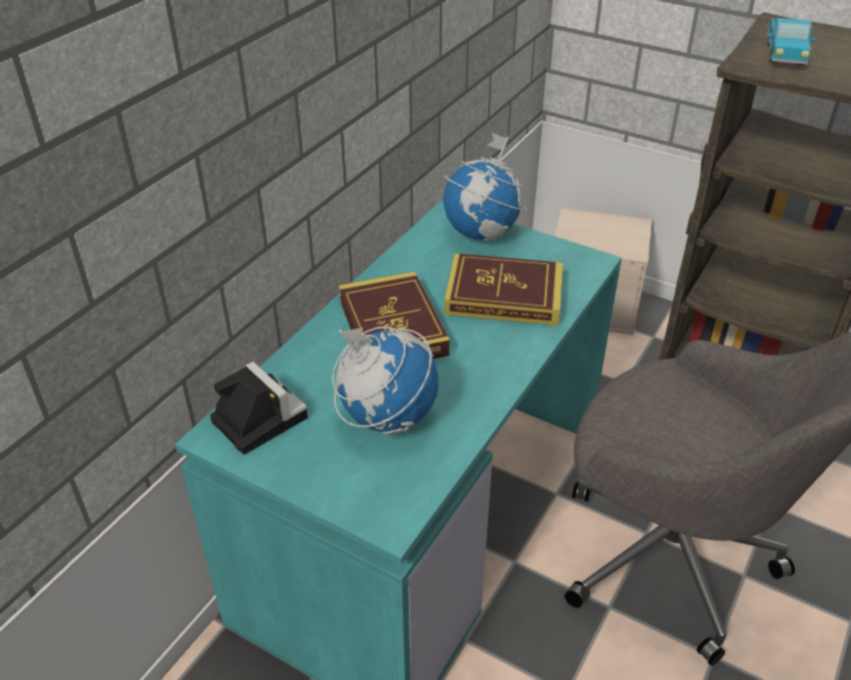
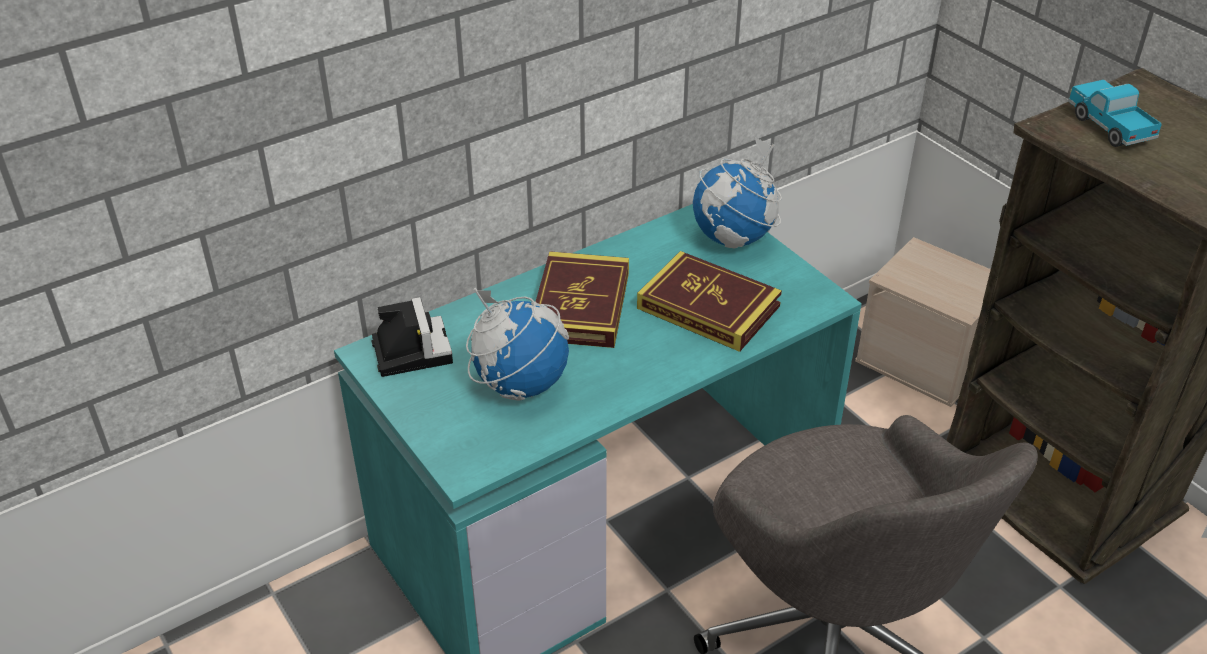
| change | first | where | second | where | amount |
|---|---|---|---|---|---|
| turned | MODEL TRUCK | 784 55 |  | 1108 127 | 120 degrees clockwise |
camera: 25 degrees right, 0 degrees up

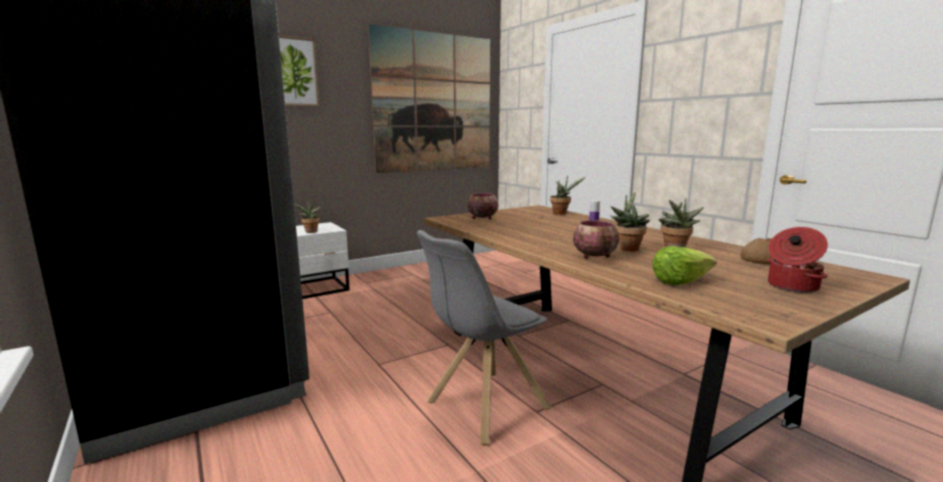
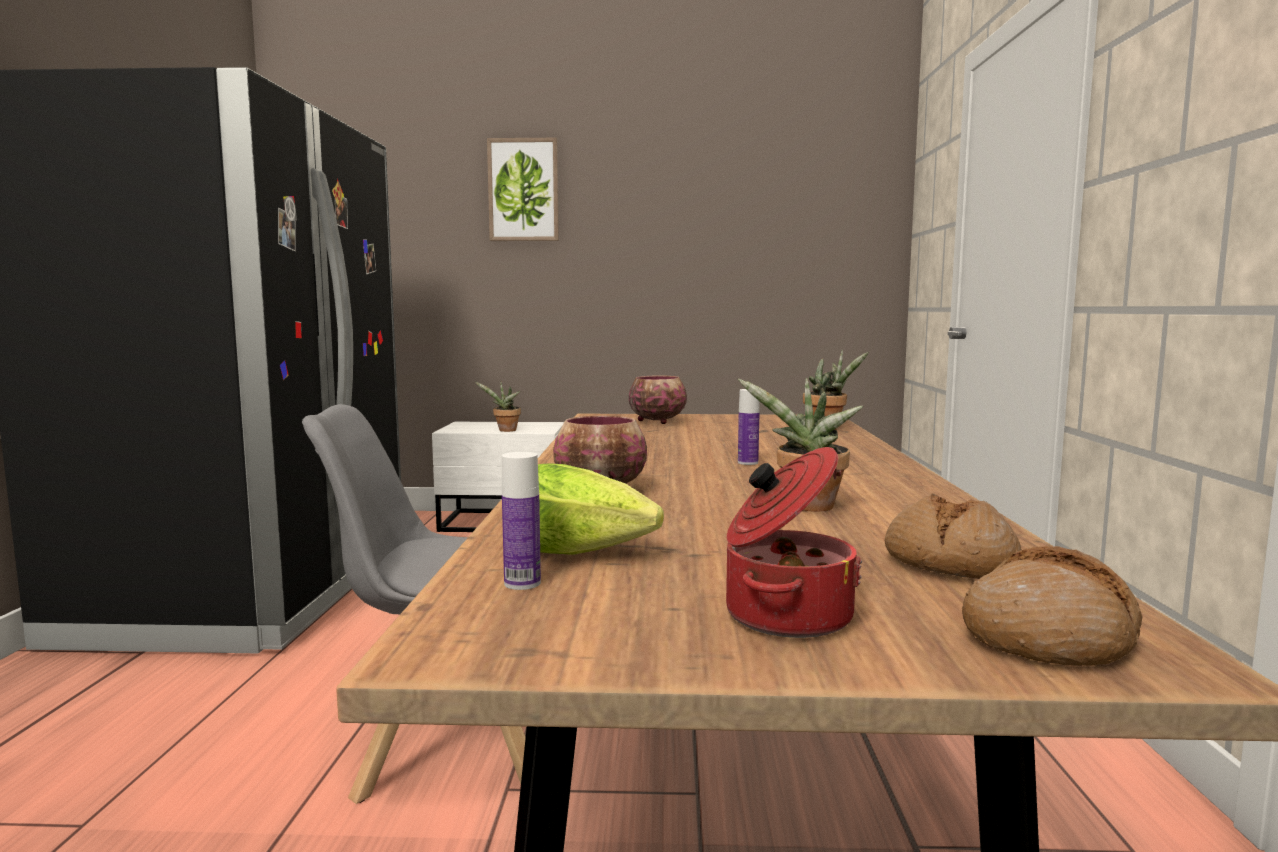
| change | first | where | second | where | amount |
|---|---|---|---|---|---|
| removed | WALL PICTURE | 434 103 |  |  |  |
| removed | POTTED PLANT | 627 248 |  |  |  |
| added |  |  | BOTTLE | 522 583 |  |
| added |  |  | BAKERY BREAD | 1048 637 |  |
camera: 35 degrees right, 5 degrees down

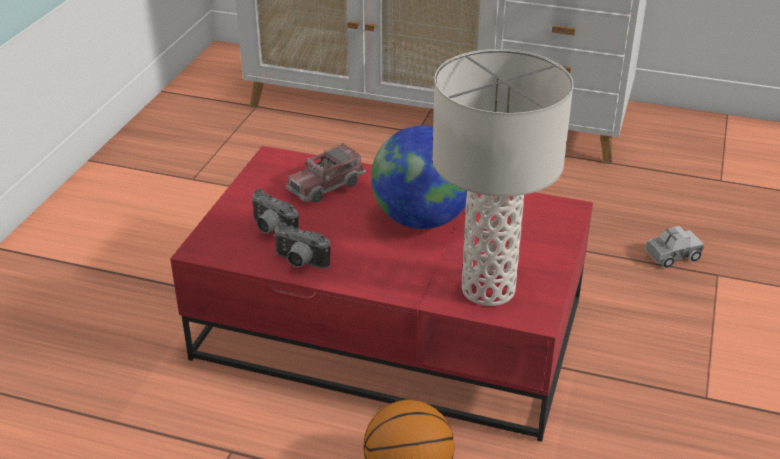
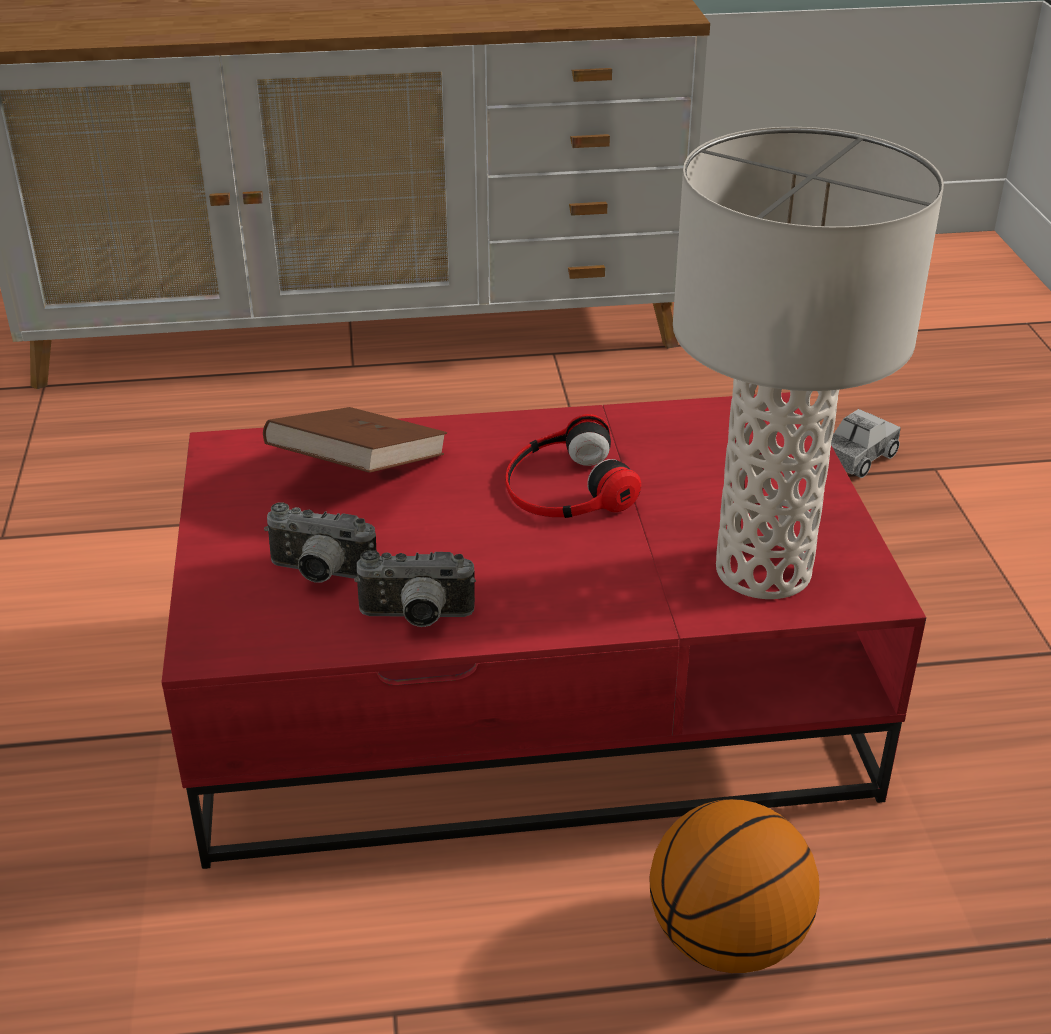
| change | first | where | second | where | amount |
|---|---|---|---|---|---|
| replaced | MODEL TRUCK | 326 186 | BROWN BOUND BOOK | 360 472 |  |
| replaced | DESK GLOBE | 421 219 | HEADSET | 566 486 |  |
camera: 25 degrees left, 0 degrees up

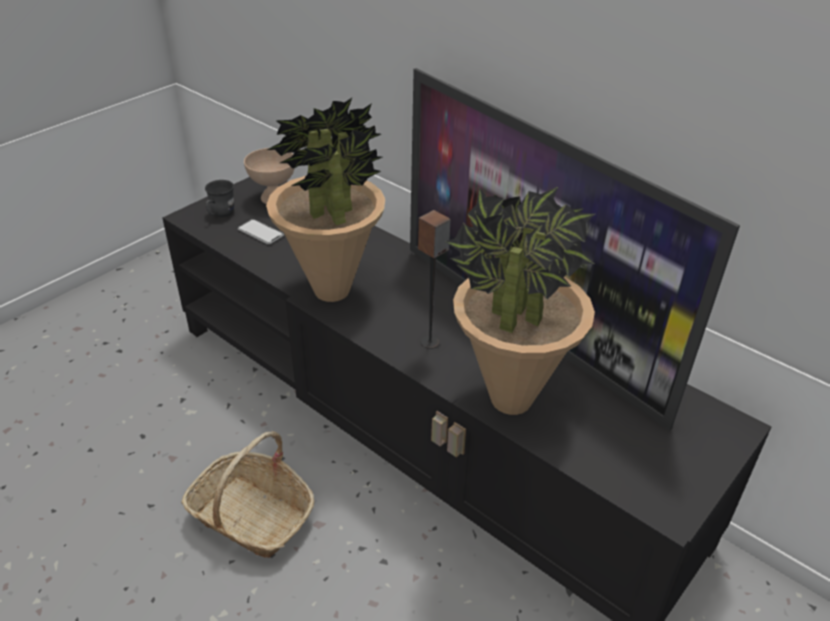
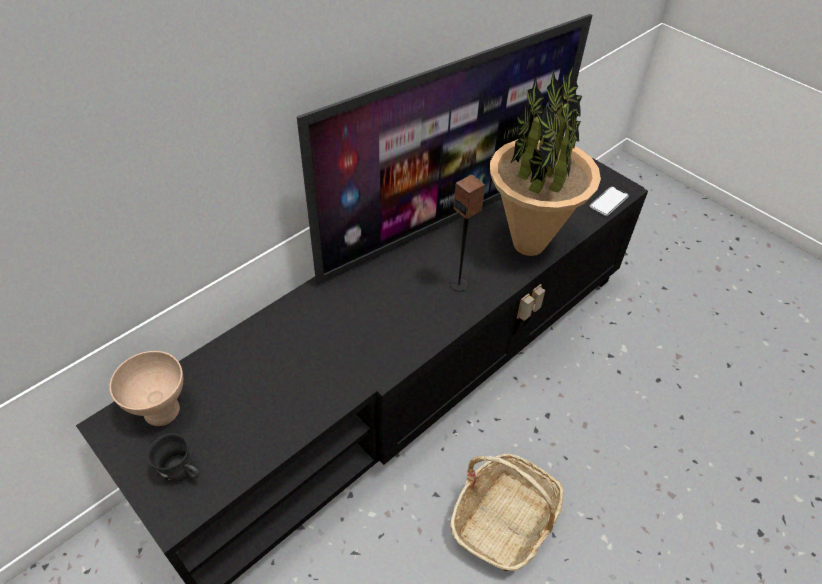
| change | first | where | second | where | amount |
|---|---|---|---|---|---|
| moved | HANDSET | 260 232 |  | 608 201 |  |
| removed | POTTED PLANT | 332 290 |  |  |  |
camera: 85 degrees left, 10 degrees up

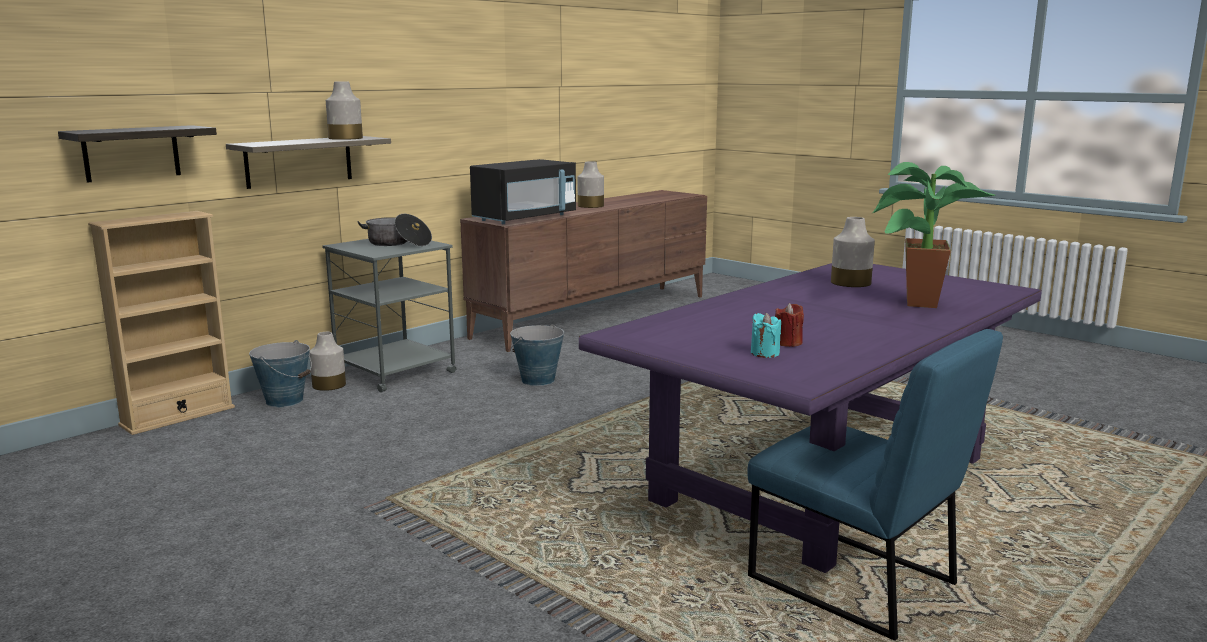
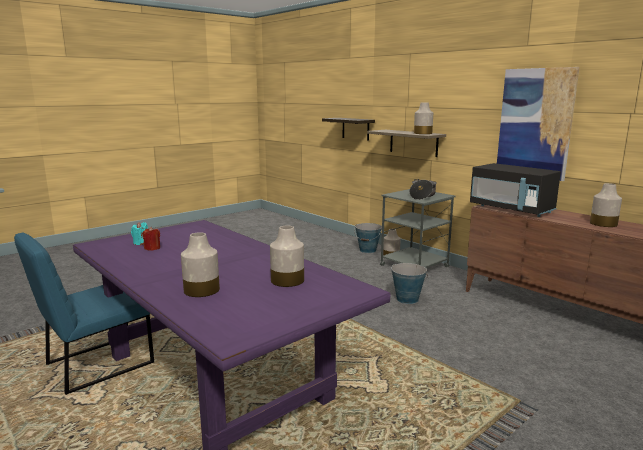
| change | first | where | second | where | amount |
|---|---|---|---|---|---|
| removed | BEIGE-COLOURED BOOKCASE | 178 416 |  |  |  |
| replaced | POTTED PLANT | 917 305 | BEIGE-COLOURED DECORATIVE VASE | 201 289 |  |
| added |  |  | WALL PICTURE | 535 123 |  |
camera: 95 degrees right, 0 degrees up

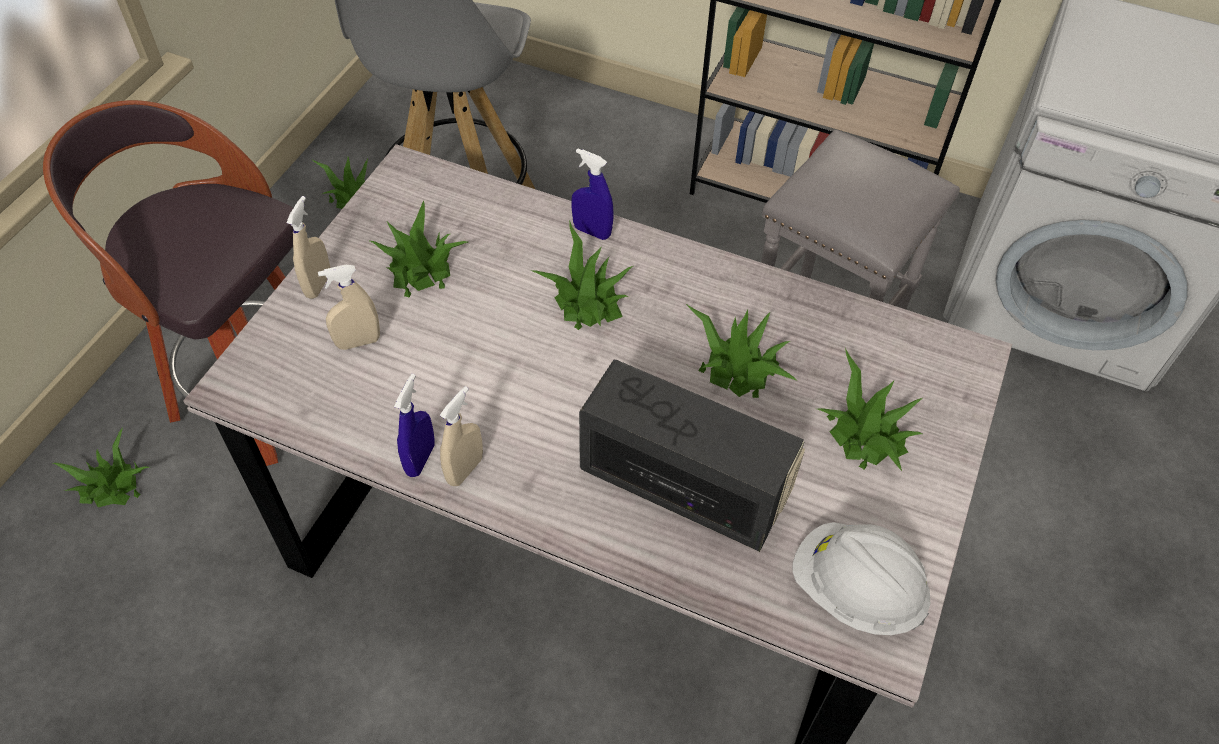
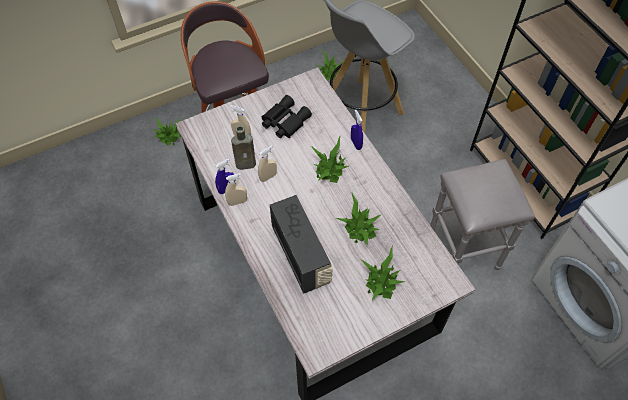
| change | first | where | second | where | amount |
|---|---|---|---|---|---|
| moved | BEIGE-COLOURED HAND SPRAYER | 318 285 |  | 268 177 |  |
| replaced | POTTED PLANT | 419 268 | BLACK FIELD GLASSES | 284 121 |  |
| removed | WHITE WORK HELMET | 855 591 |  |  |  |
| added |  |  | BROWN BOTTLE | 247 164 |  |
camera: 40 degrees right, 5 degrees up

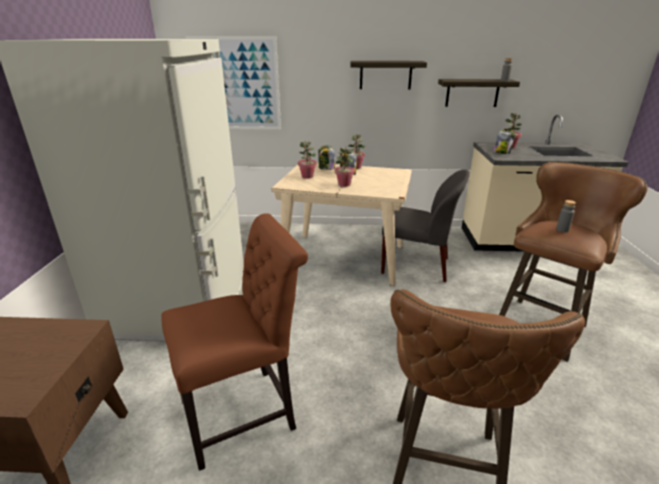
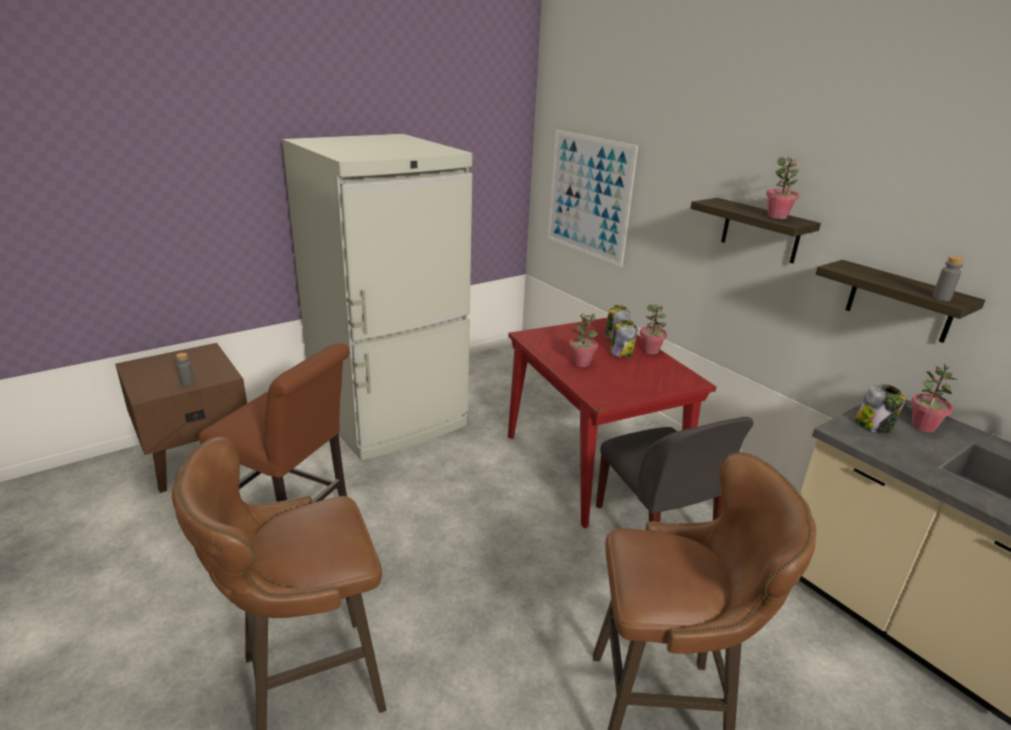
| change | first | where | second | where | amount |
|---|---|---|---|---|---|
| recoloured | BEIGE-COLOURED DINNER TABLE | 345 258 | RED-COLOURED DINNER TABLE | 592 465 |  |
| moved | POTTED PLANT | 307 176 |  | 777 217 |  |
| moved | GREYISH BOTTLE | 562 230 |  | 187 383 |  |
camera: 50 degrees right, 0 degrees up

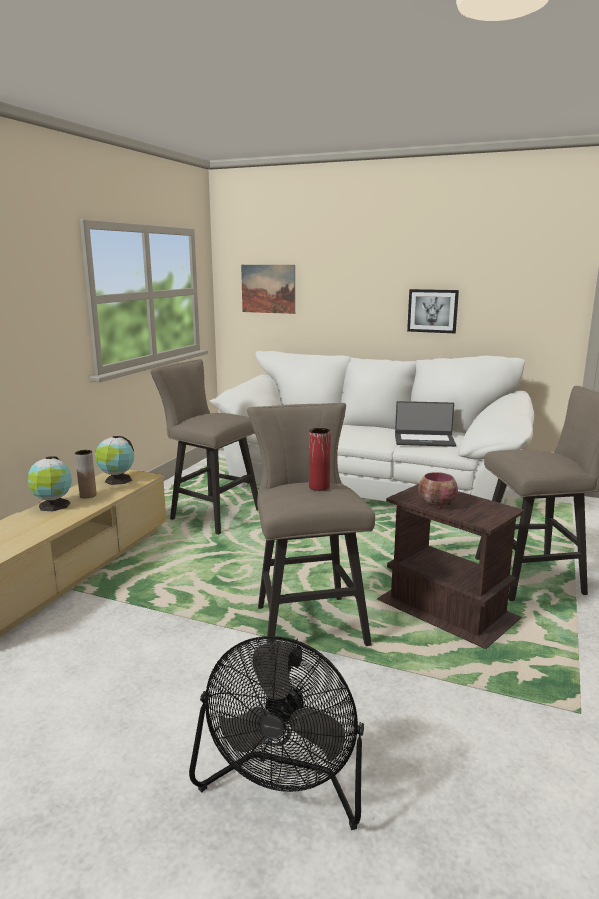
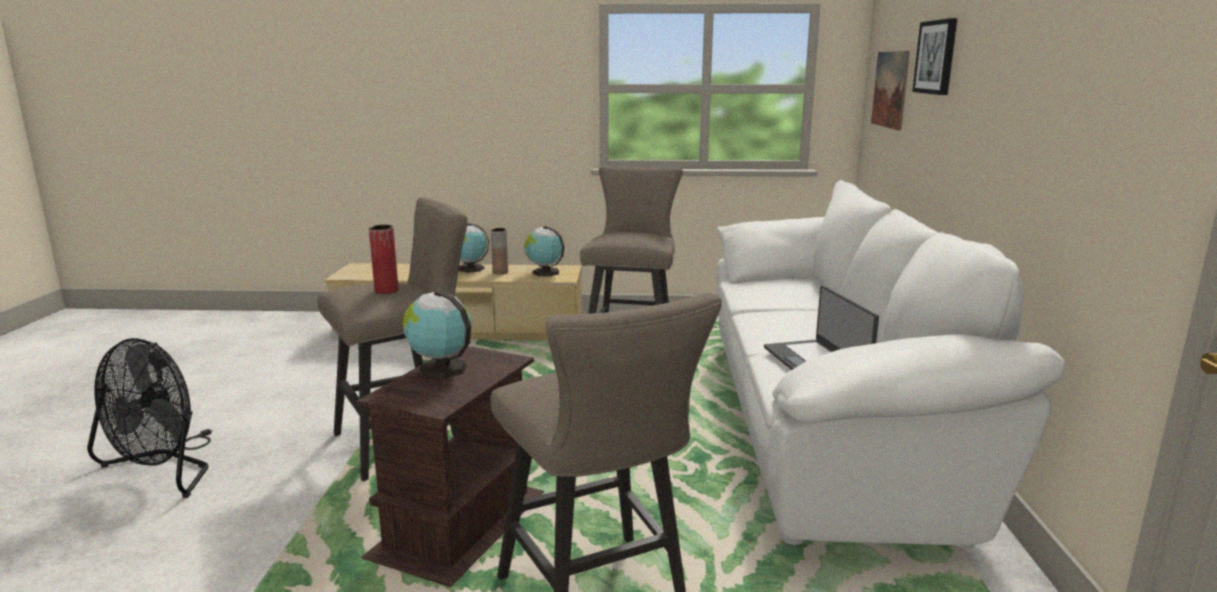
| change | first | where | second | where | amount |
|---|---|---|---|---|---|
| turned | BLACK FAN | 279 780 |  | 165 468 | 60 degrees counterclockwise |
| moved | WALL PICTURE | 432 311 |  | 936 57 |  |
| replaced | SERVING BOWL | 437 505 | DESK GLOBE | 440 369 |  |
camera: 70 degrees right, 0 degrees up

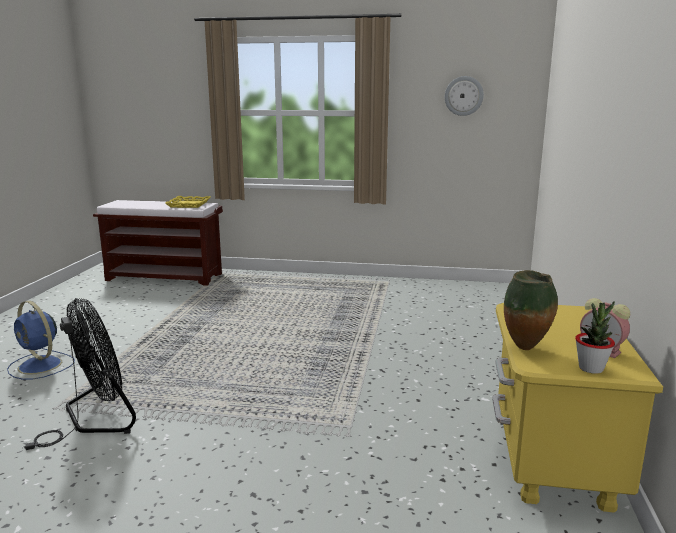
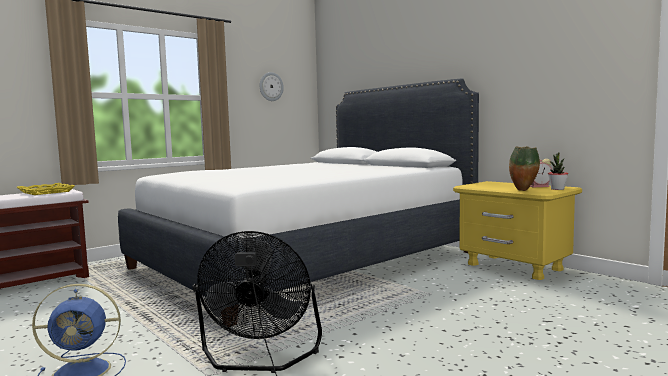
| change | first | where | second | where | amount |
|---|---|---|---|---|---|
| added |  |  | WHITE BED | 306 260 |  |
camera: 50 degrees left, 10 degrees down

